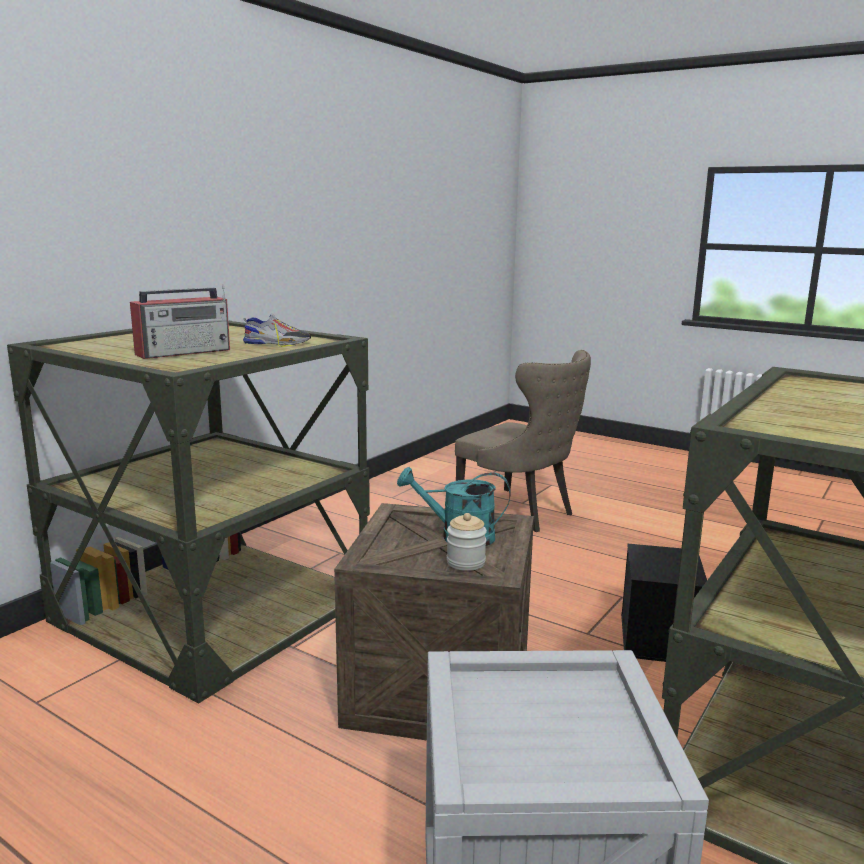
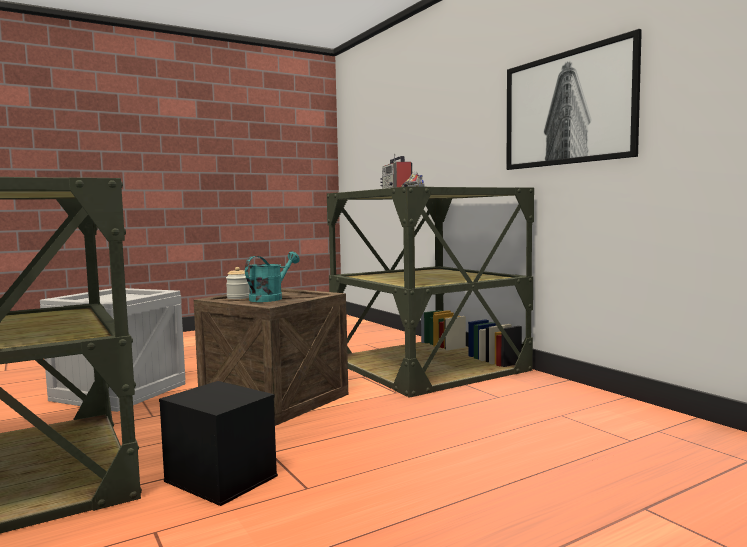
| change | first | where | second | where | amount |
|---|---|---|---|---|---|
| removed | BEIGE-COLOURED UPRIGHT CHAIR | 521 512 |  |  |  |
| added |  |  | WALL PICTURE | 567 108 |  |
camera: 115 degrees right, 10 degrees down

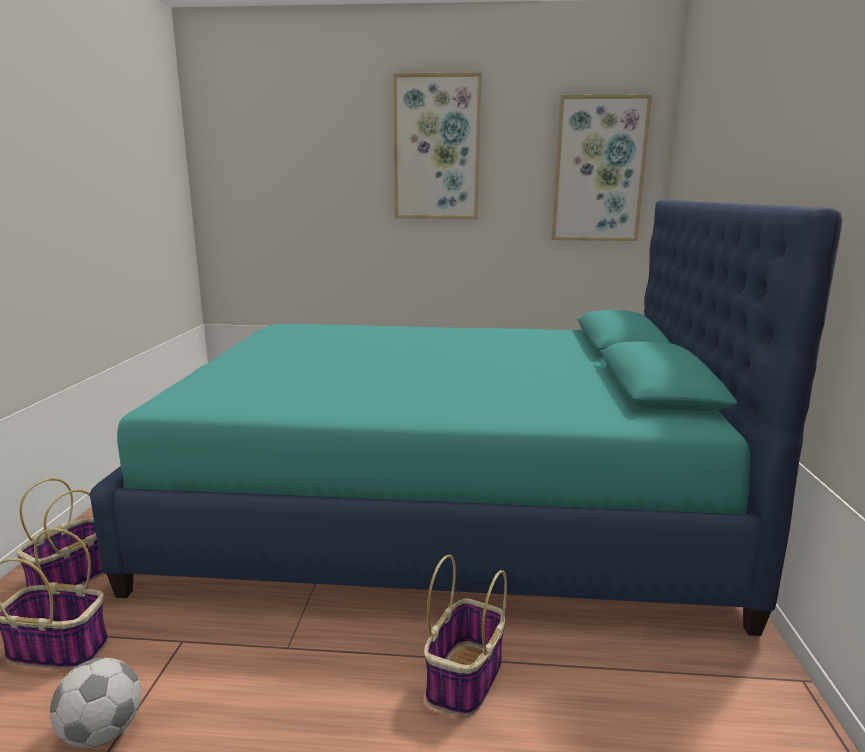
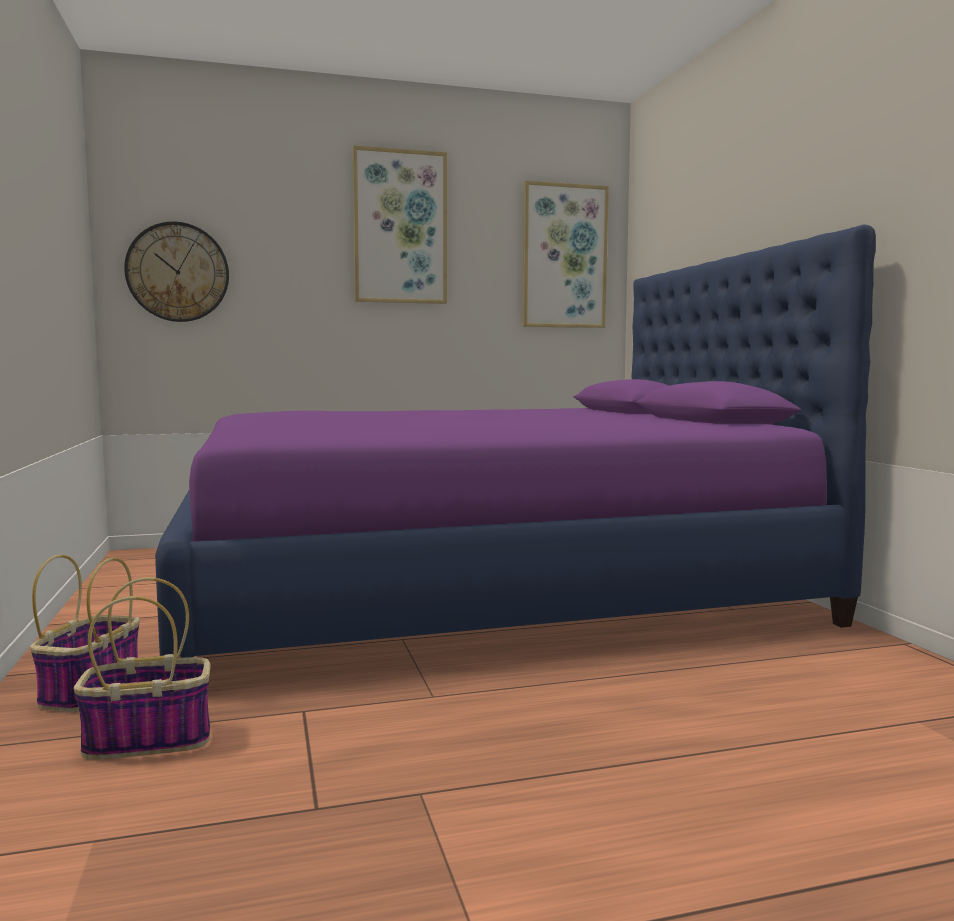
| change | first | where | second | where | amount |
|---|---|---|---|---|---|
| removed | BALL FOR FOOTBALL | 102 732 |  |  |  |
| recoloured | BLUE-GREEN BED | 442 506 | PURPLISH BED | 485 590 |  |
| removed | STORAGE BASKET | 465 680 |  |  |  |
| added |  |  | HANGING CLOCK | 178 272 |  |
camera: 20 degrees left, 10 degrees down

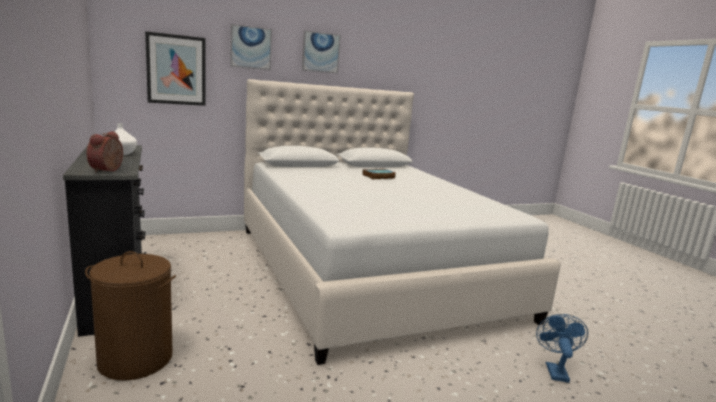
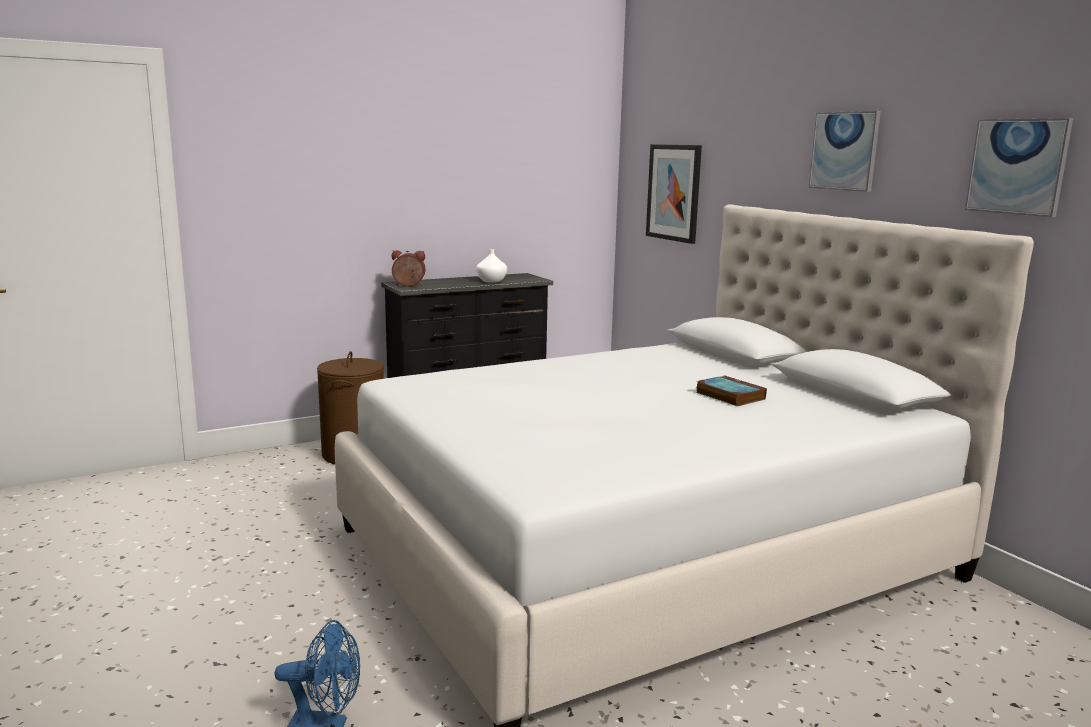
| change | first | where | second | where | amount |
|---|---|---|---|---|---|
| moved | WALL PICTURE | 250 47 |  | 1017 166 |  |
camera: 85 degrees right, 0 degrees up

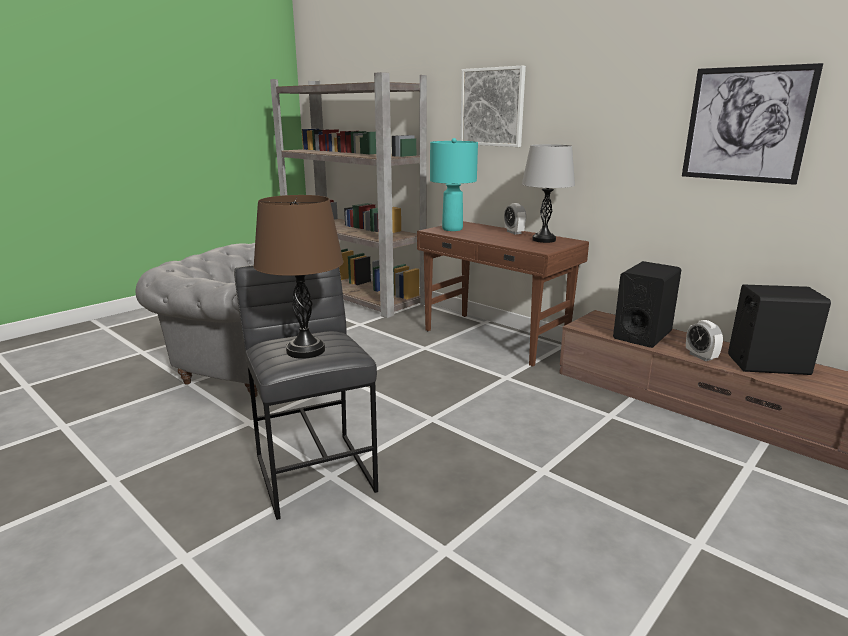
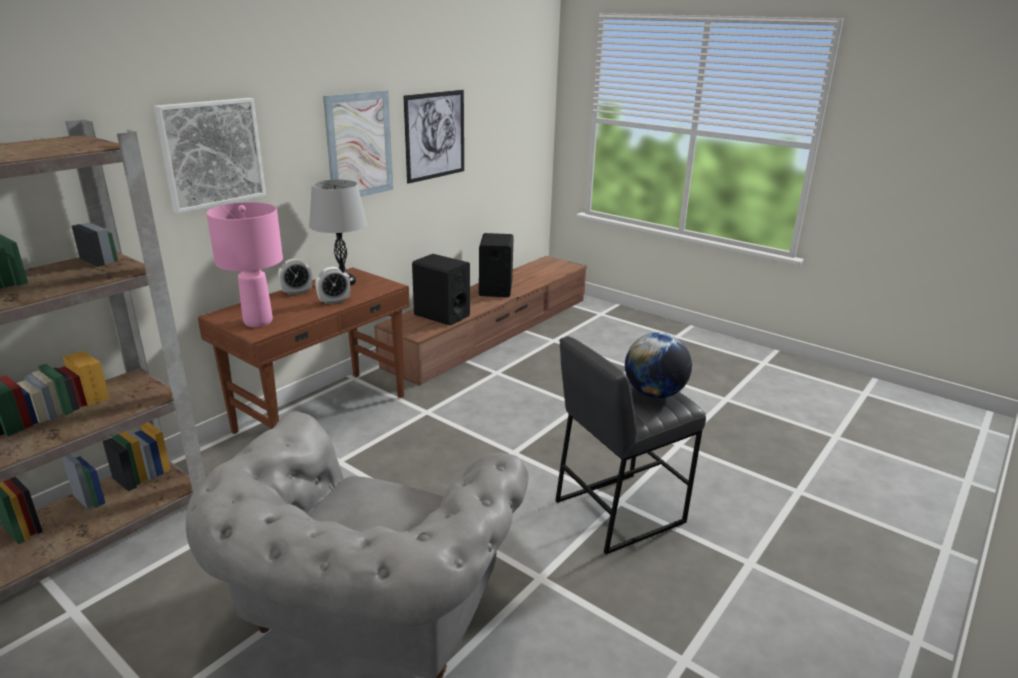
| change | first | where | second | where | amount |
|---|---|---|---|---|---|
| replaced | BROWN LAMP FOR A TABLE | 305 350 | DESK GLOBE | 654 394 |  |
| recoloured | BLUE-GREEN LAMP FOR A TABLE | 452 229 | PINKISH LAMP FOR A TABLE | 257 322 |  |
| moved | ALARM CLOCK | 701 356 |  | 334 301 |  |
| added |  |  | WALL PICTURE | 359 145 |  |
camera: 95 degrees left, 5 degrees up

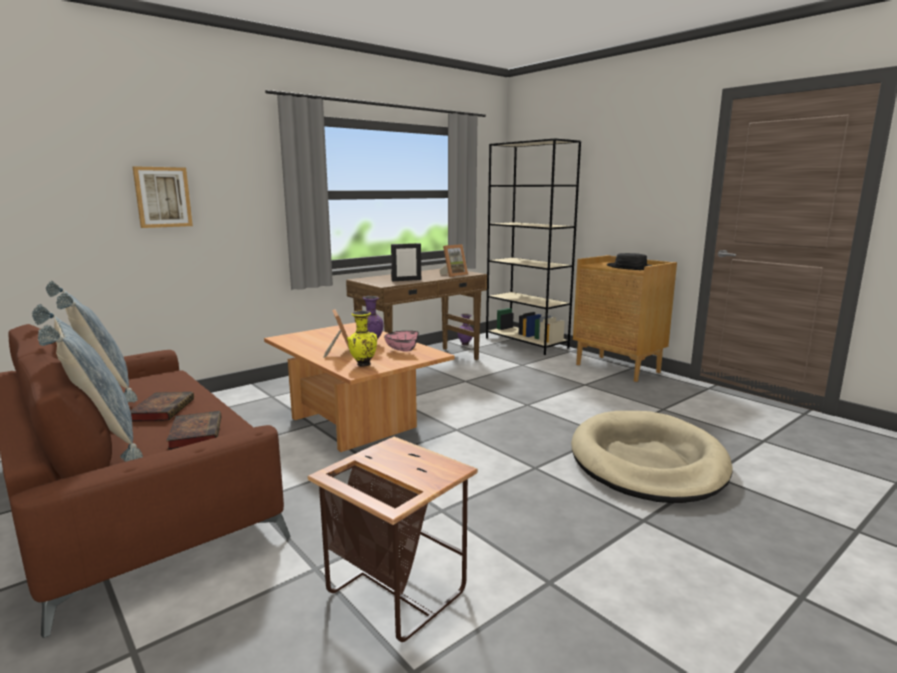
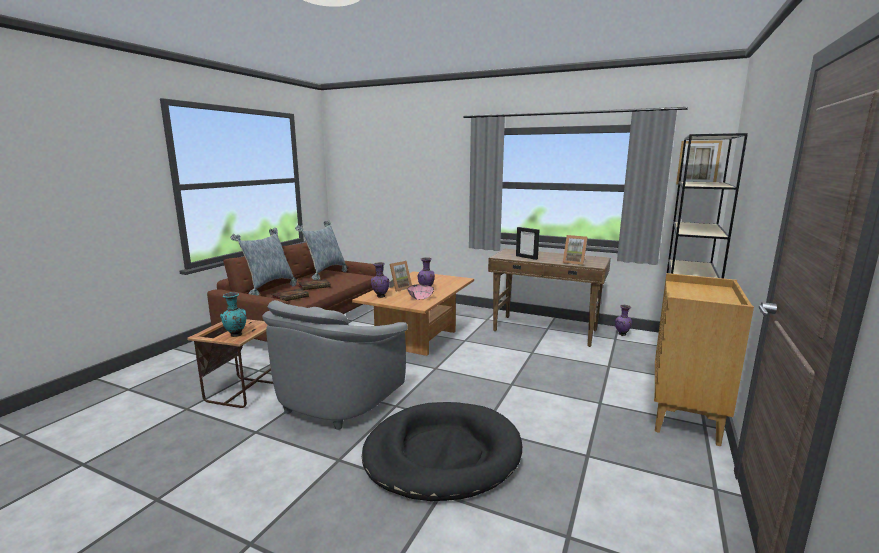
| change | first | where | second | where | amount |
|---|---|---|---|---|---|
| moved | WALL PICTURE | 163 197 |  | 698 163 |  |
| recoloured | YELLOWISH DECORATIVE VASE | 363 365 | PURPLISH DECORATIVE VASE | 380 296 |  |
| recoloured | BEIGE-COLOURED DOG CUSHION | 647 462 | BLACK DOG CUSHION | 442 454 |  |
| removed | BLACK CLOTHING HAT | 630 267 |  |  |  |
| added |  |  | BLUE-GREEN DECORATIVE VASE | 236 335 |  |
| added |  |  | GREYISH LOUNGE CHAIR | 340 399 |  |
camera: 65 degrees right, 0 degrees up

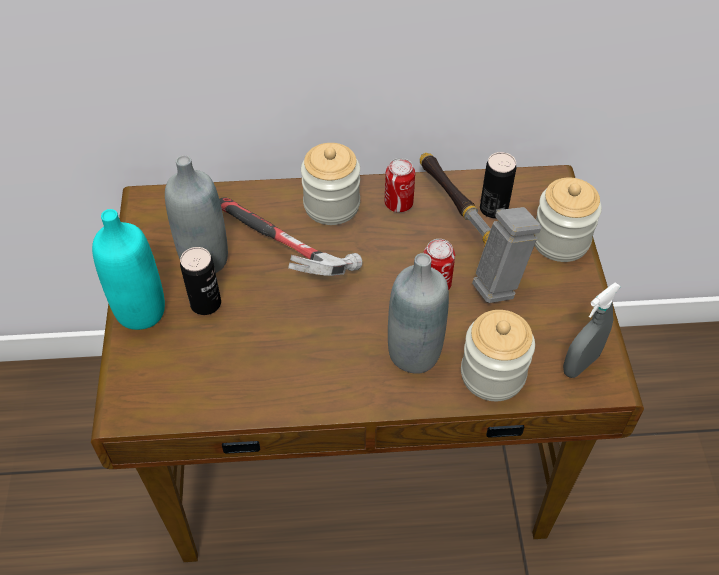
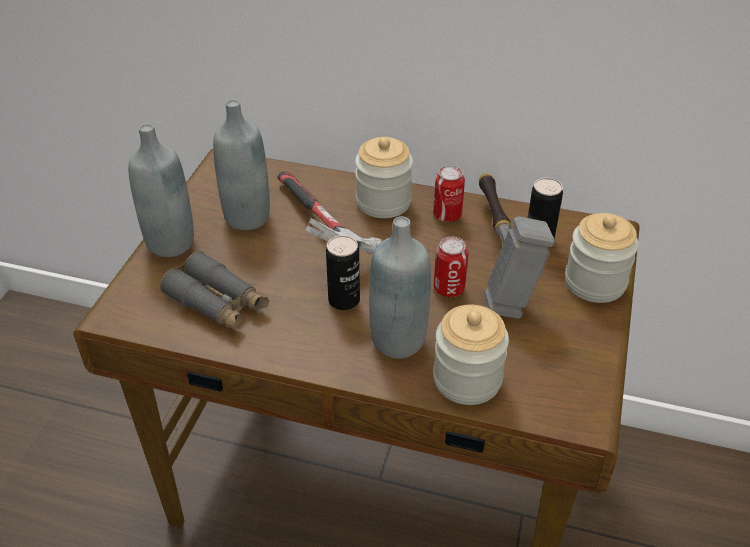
| change | first | where | second | where | amount |
|---|---|---|---|---|---|
| recoloured | BLUE-GREEN BOTTLE | 141 311 | GREYISH BOTTLE | 170 243 |  |
| moved | METAL CAN | 206 303 |  | 344 300 |  |
| removed | GREYISH HAND SPRAYER | 580 364 |  |  |  |
| added |  |  | GREYISH FIELD GLASSES | 218 303 |  |
camera: 20 degrees right, 10 degrees down

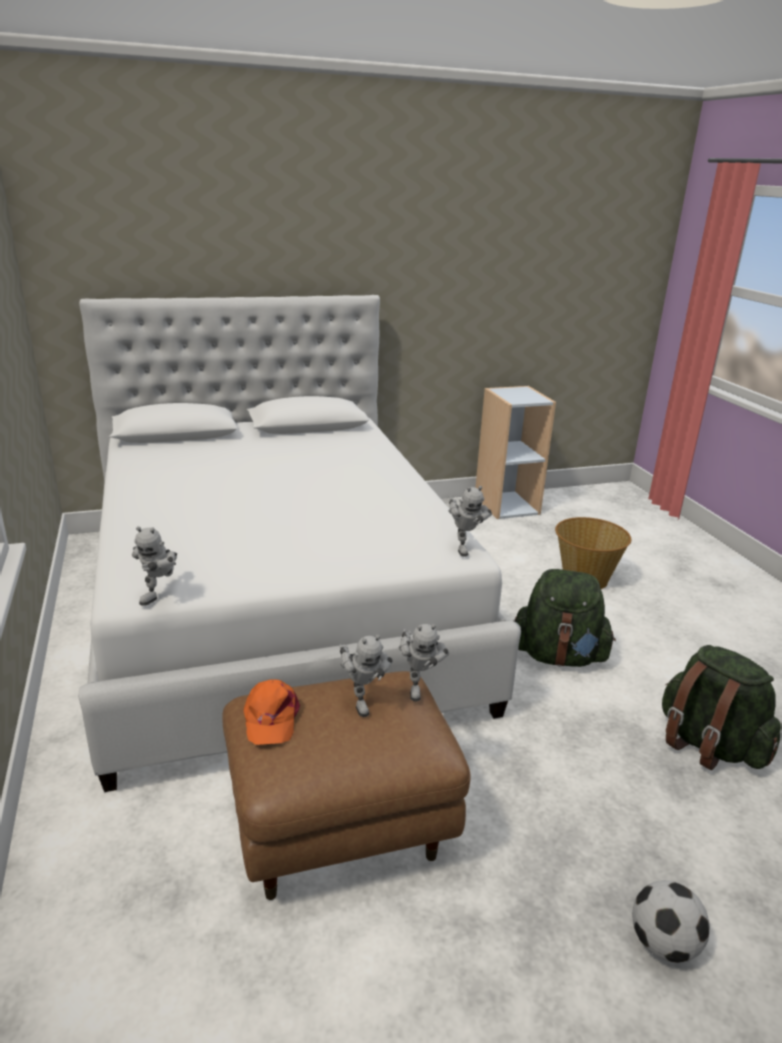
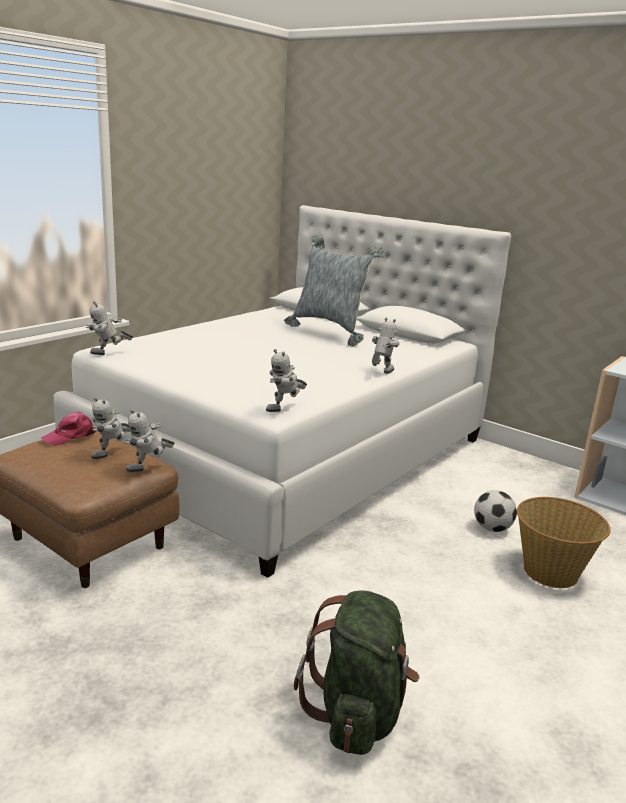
| change | first | where | second | where | amount |
|---|---|---|---|---|---|
| recoloured | ORANGE BASEBALL CAP | 270 718 | PINKISH BASEBALL CAP | 70 436 |  |
| removed | GREENISH BACKPACK | 558 656 |  |  |  |
| moved | BALL FOR FOOTBALL | 663 944 |  | 492 528 |  |
| added |  |  | CUSHION | 330 335 |  |
| added |  |  | MODEL ROBOT | 381 373 |  |
camera: 55 degrees right, 5 degrees down

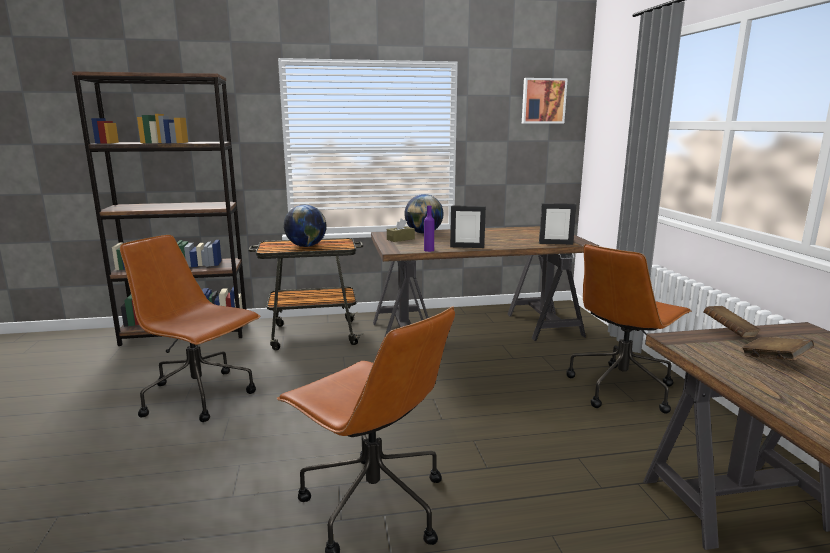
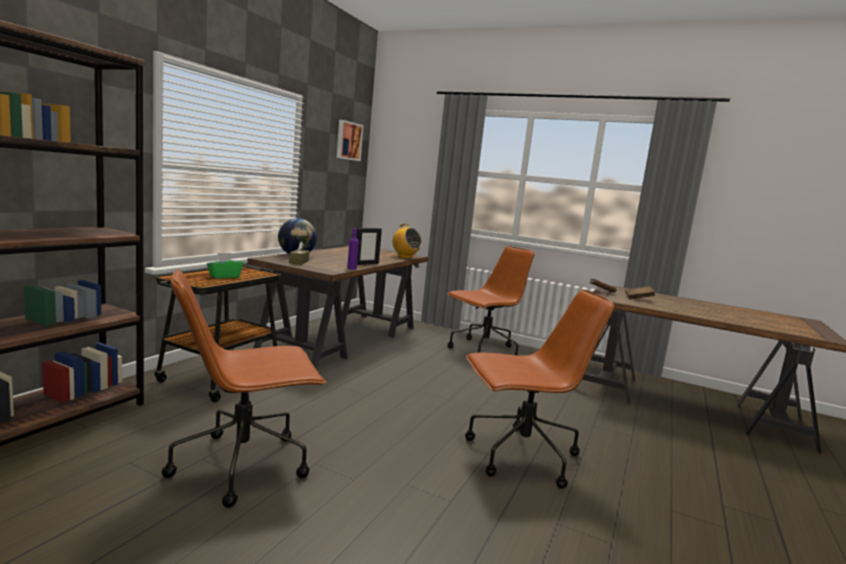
| change | first | where | second | where | amount |
|---|---|---|---|---|---|
| replaced | DESK GLOBE | 306 246 | GREENISH TISSUE HOLDER | 224 276 |  |
| replaced | PICTURE FRAME | 555 243 | RADIO RECEIVER | 405 257 |  |
| turned | BROWN DESK CHAIR | 621 388 |  | 483 351 | 120 degrees counterclockwise |
camera: 55 degrees left, 5 degrees down

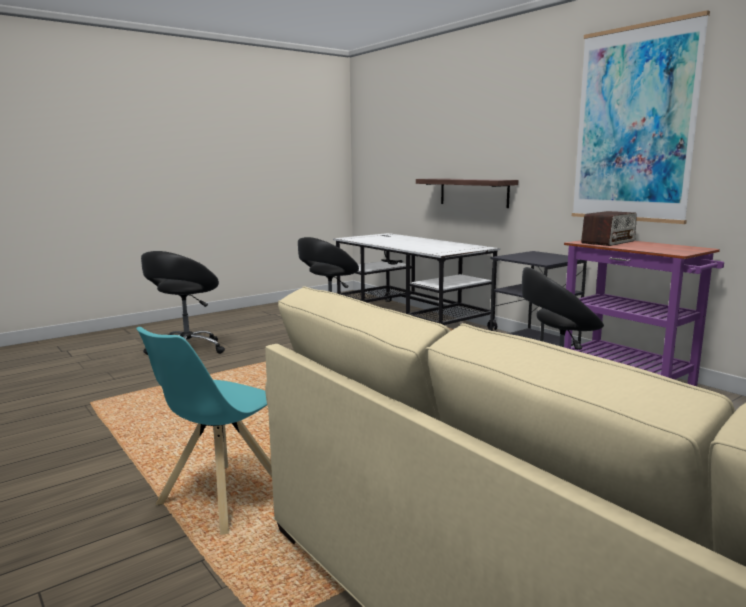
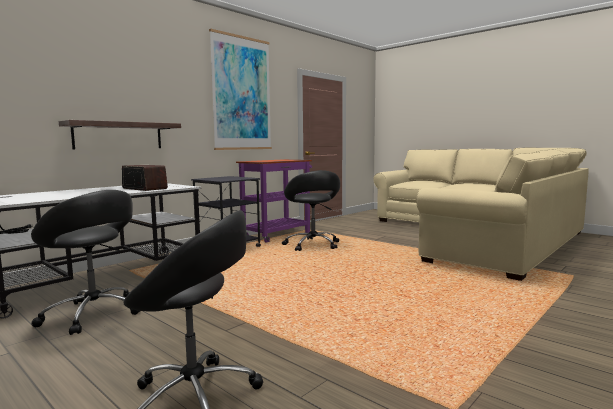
| change | first | where | second | where | amount |
|---|---|---|---|---|---|
| removed | BLUE-GREEN UPRIGHT CHAIR | 220 499 |  |  |  |
| moved | RADIO RECEIVER | 608 242 |  | 144 188 |  |
camera: 100 degrees left, 5 degrees down

